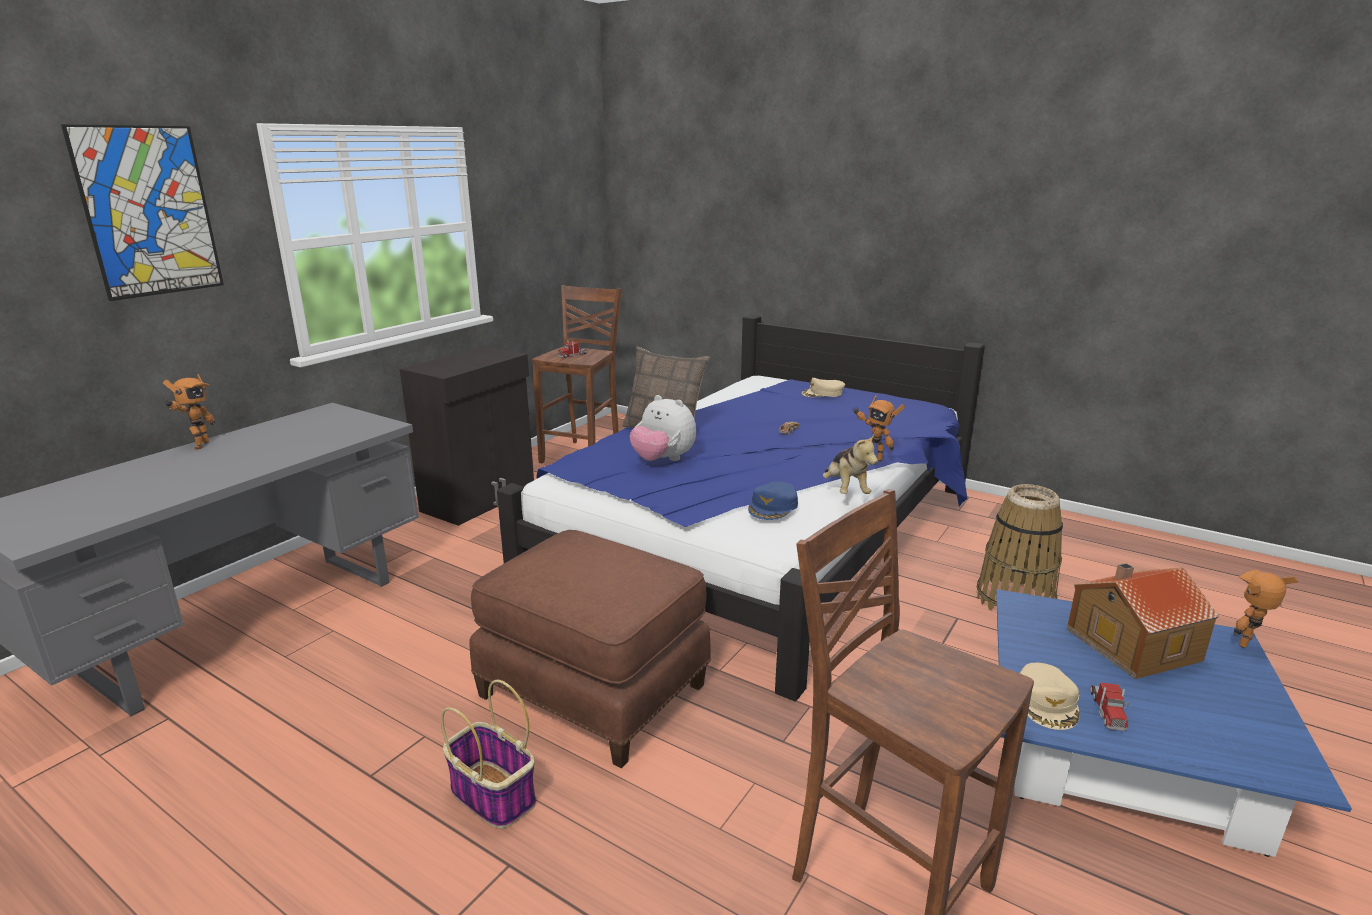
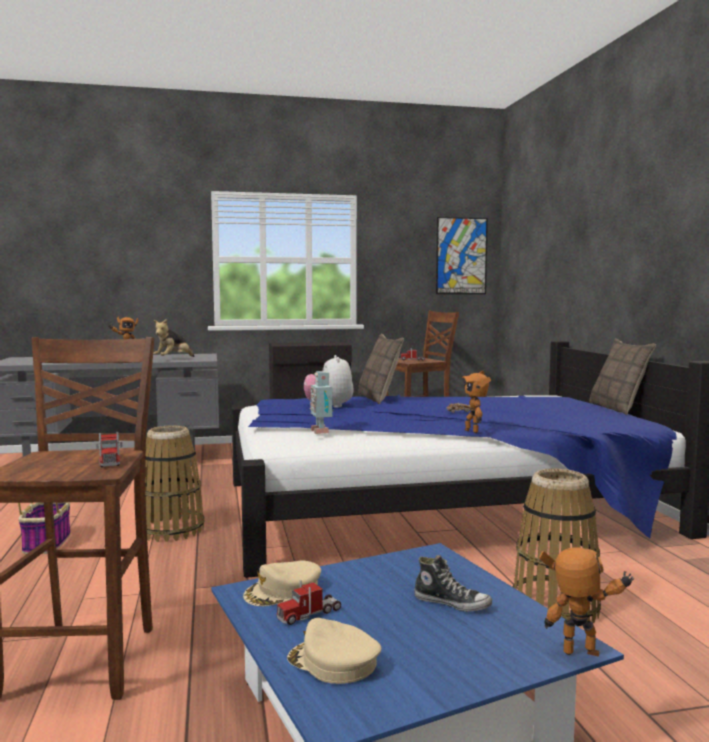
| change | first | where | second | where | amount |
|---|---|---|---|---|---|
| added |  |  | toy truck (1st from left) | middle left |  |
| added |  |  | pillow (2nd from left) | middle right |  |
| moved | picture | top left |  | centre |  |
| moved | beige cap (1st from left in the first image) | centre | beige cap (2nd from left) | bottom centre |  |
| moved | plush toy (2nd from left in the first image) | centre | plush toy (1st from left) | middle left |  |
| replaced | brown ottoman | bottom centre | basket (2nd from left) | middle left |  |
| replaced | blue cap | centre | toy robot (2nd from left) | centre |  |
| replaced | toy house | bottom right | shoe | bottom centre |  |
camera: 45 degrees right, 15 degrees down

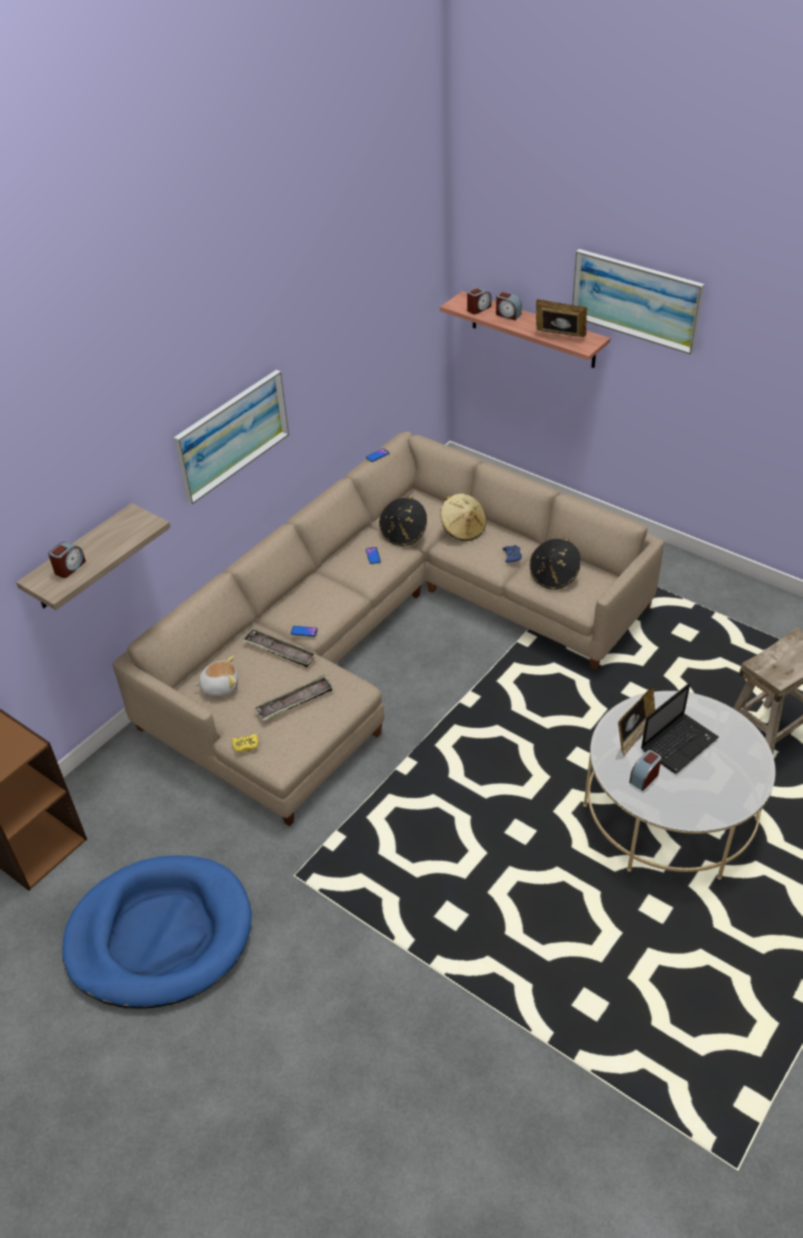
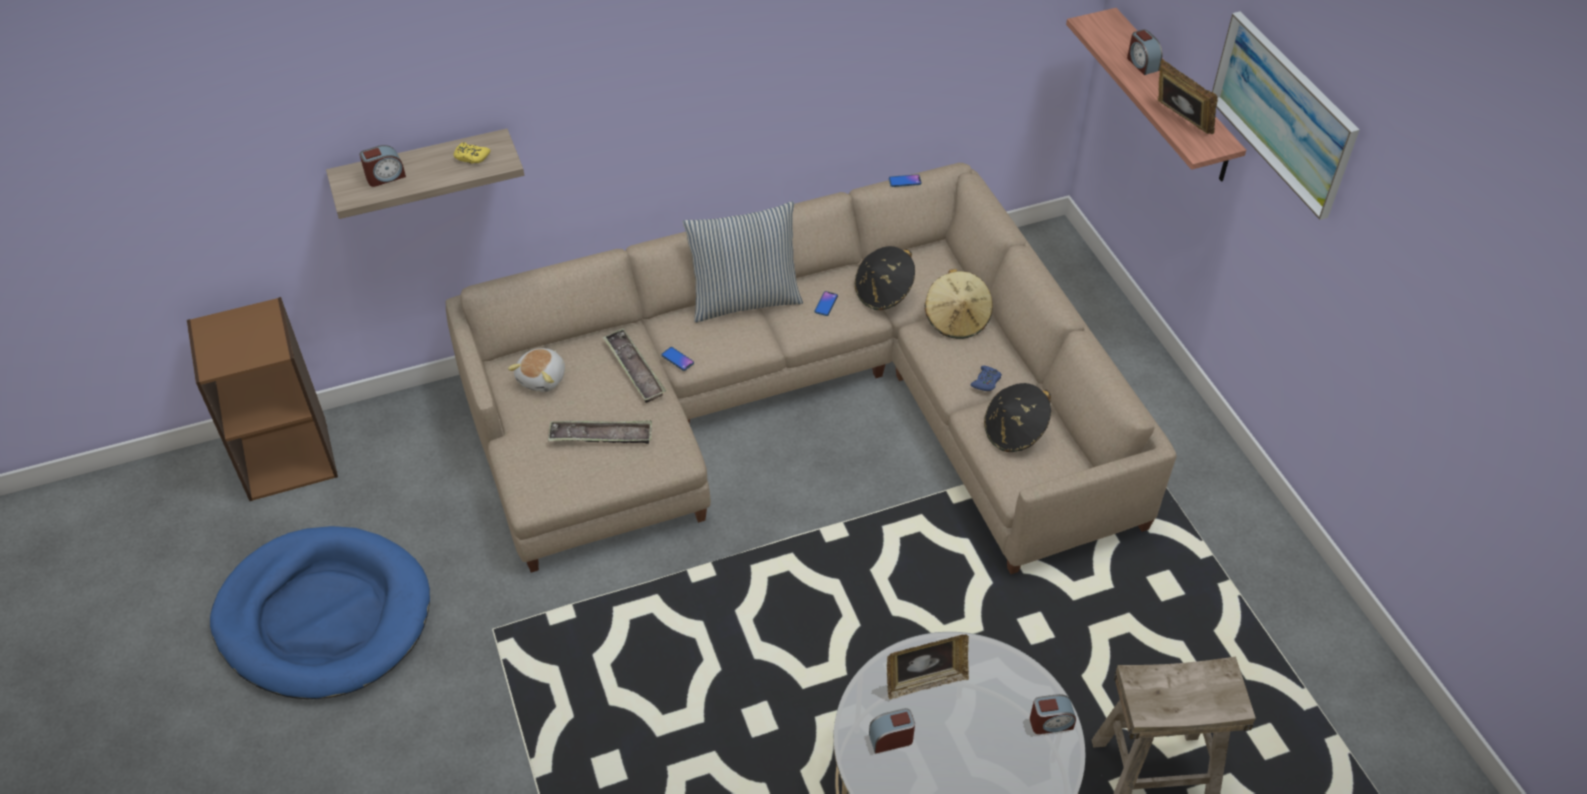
| change | first | where | second | where | amount |
|---|---|---|---|---|---|
| removed | picture (1st from left) | middle left |  |  |  |
| removed | laptop | middle right |  |  |  |
| added |  |  | pillow | top centre |  |
| moved | yellow game controller | middle left |  | top left |  |
| moved | alarm clock (2nd from left in the first image) | top centre | alarm clock (3rd from left) | bottom centre |  |
| turned | plush toy | middle left |  | centre | 90 degrees clockwise |
camera: 30 degrees right, 5 degrees up

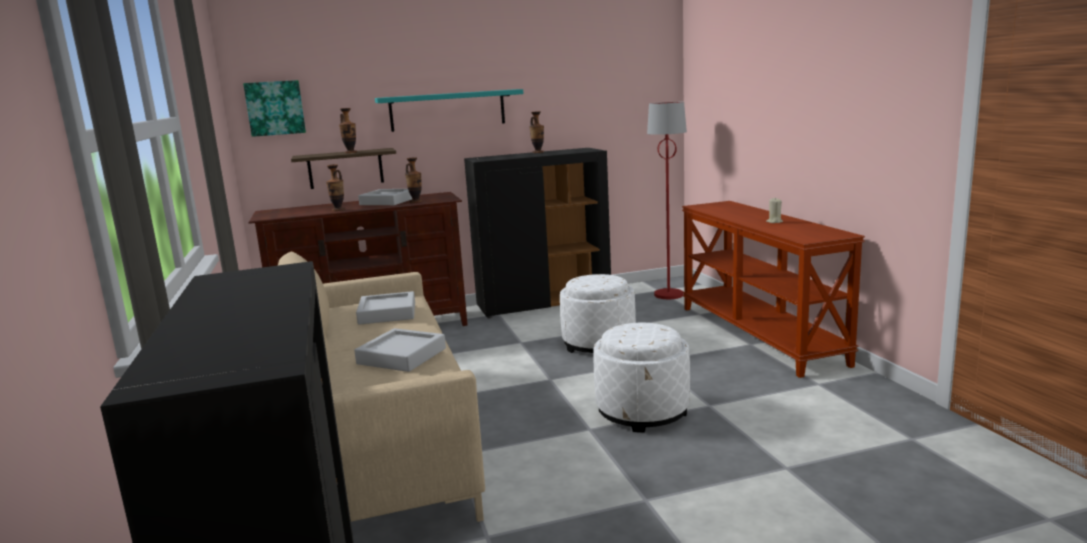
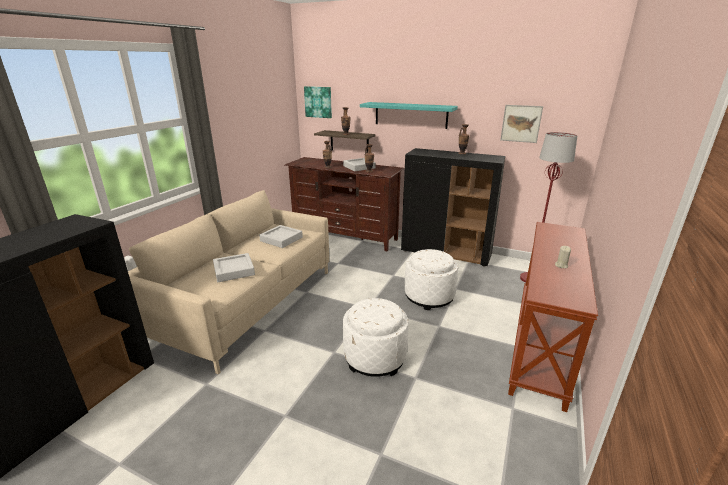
| change | first | where | second | where | amount |
|---|---|---|---|---|---|
| added |  |  | picture (2nd from left) | top right |  |
camera: 40 degrees right, 10 degrees up

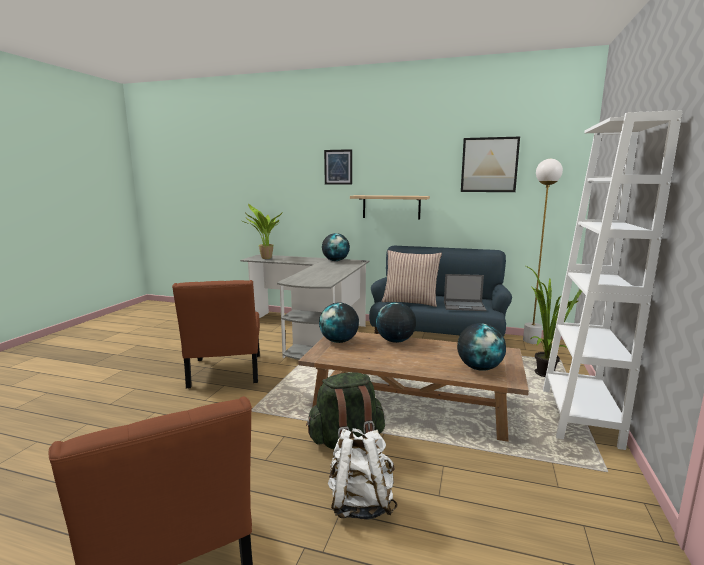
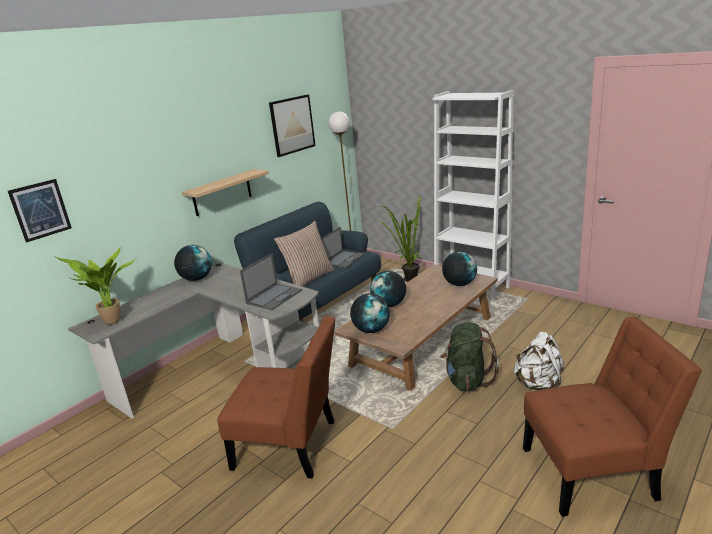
| change | first | where | second | where | amount |
|---|---|---|---|---|---|
| added |  |  | laptop (1st from left) | centre |  |
| moved | picture (1st from left) | top centre |  | middle left |  |
camera: 65 degrees left, 10 degrees up

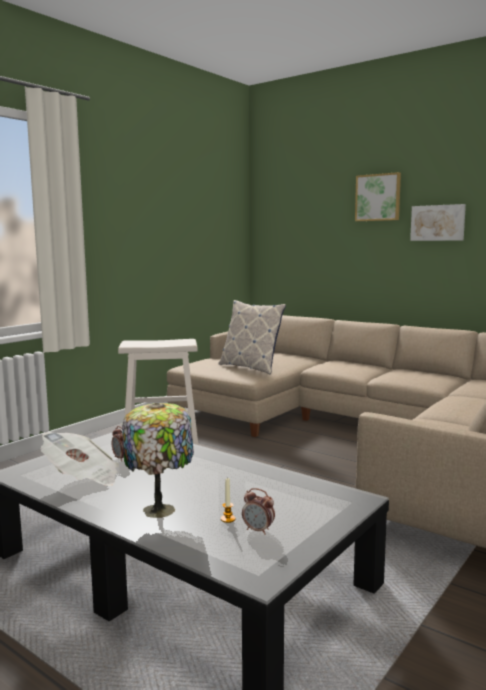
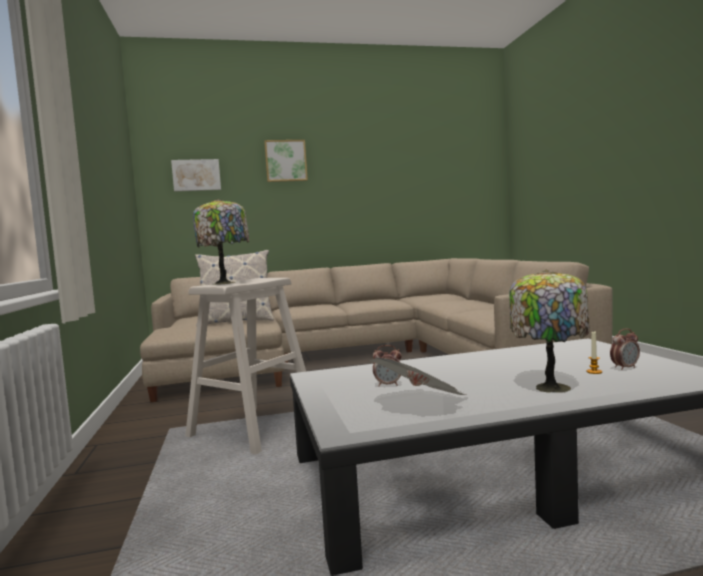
| change | first | where | second | where | amount |
|---|---|---|---|---|---|
| added |  |  | table lamp (1st from left) | middle left |  |
| moved | picture (2nd from left in the first image) | top right | picture (1st from left) | top left |  |
camera: 50 degrees left, 5 degrees down

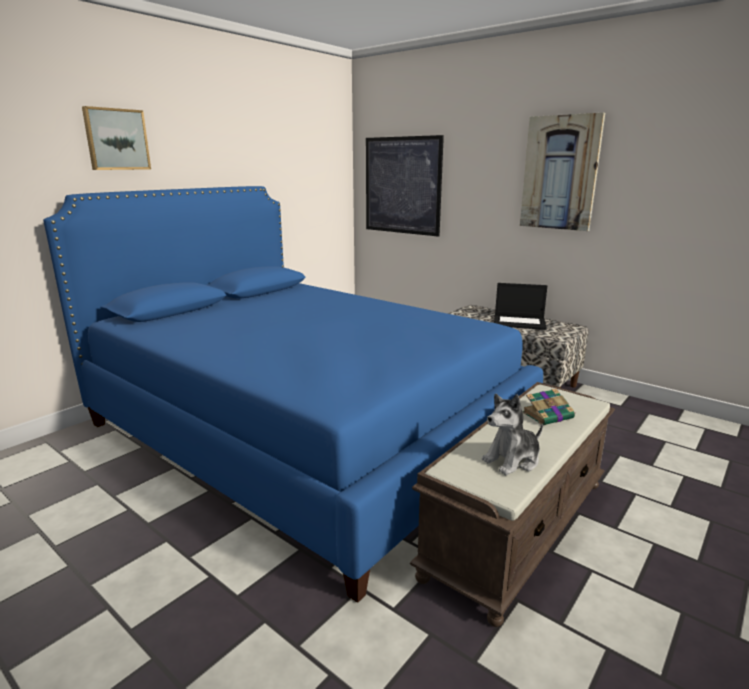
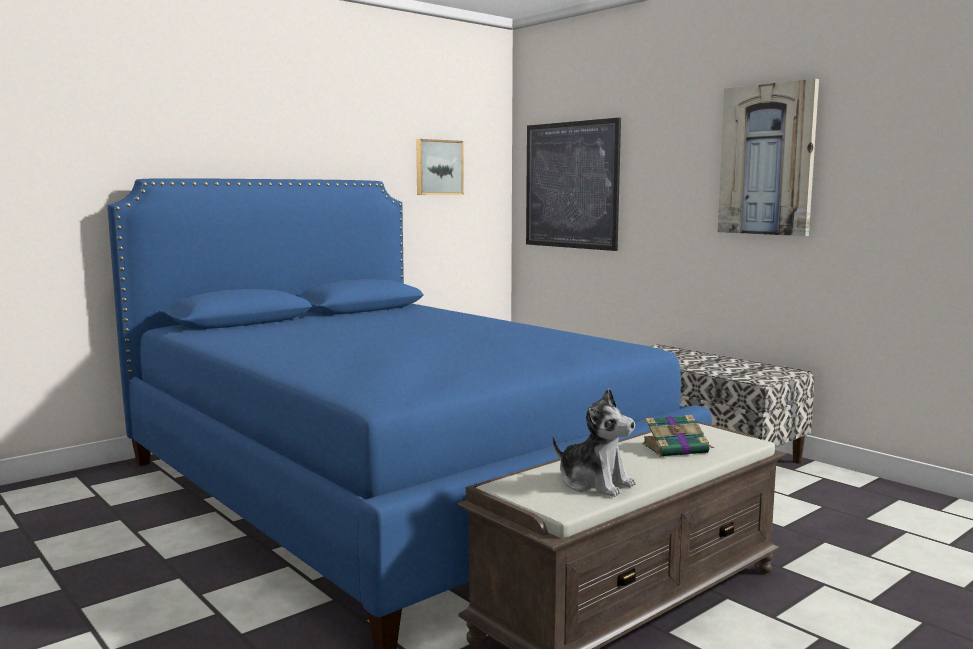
| change | first | where | second | where | amount |
|---|---|---|---|---|---|
| removed | laptop | middle right |  |  |  |
| moved | picture (1st from left) | top left |  | top centre |  |
| turned | plush toy | middle right |  | bottom centre | 120 degrees counterclockwise |
camera: 10 degrees right, 10 degrees down

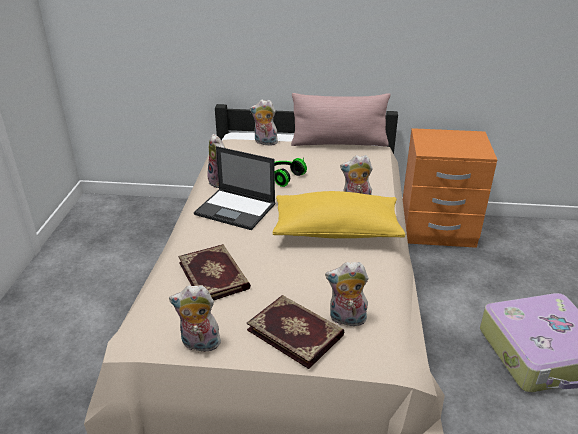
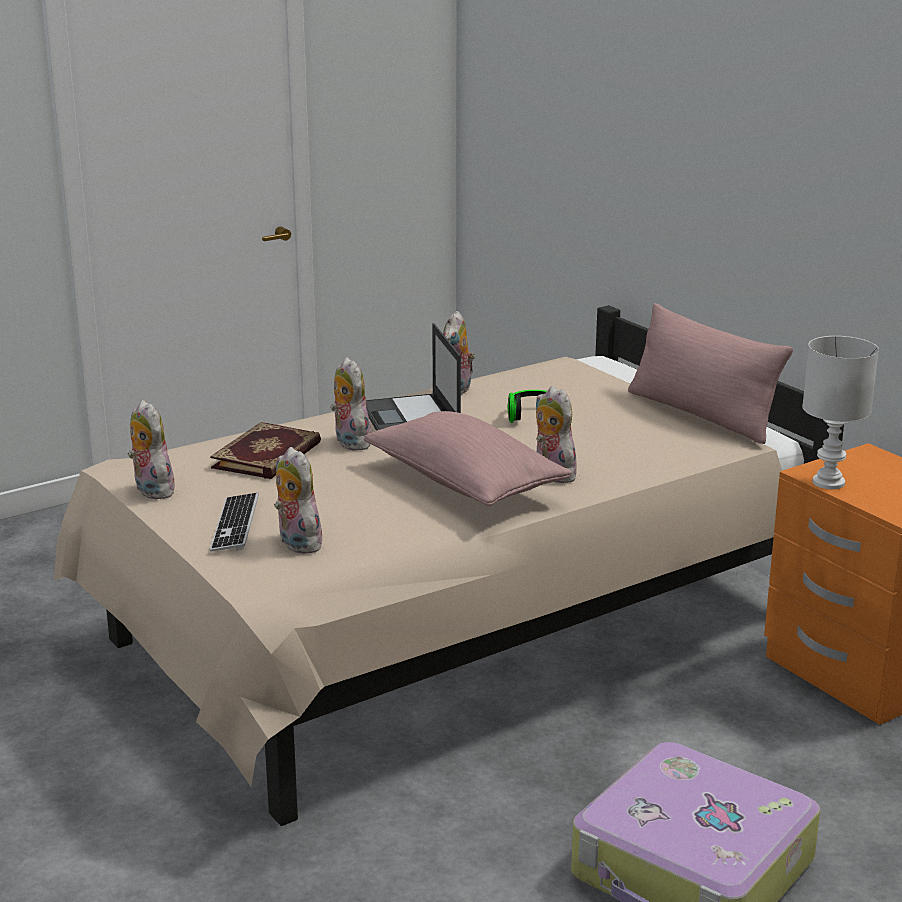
| change | first | where | second | where | amount |
|---|---|---|---|---|---|
| added |  |  | white table lamp | middle right |  |
| moved | plush toy (3rd from left) | top centre |  | centre |  |
| replaced | book (2nd from left) | bottom centre | keyboard | middle left |  |
| recoloured | yellow pillow | centre | pink pillow (1st from left) | centre |  |
camera: 50 degrees right, 10 degrees down

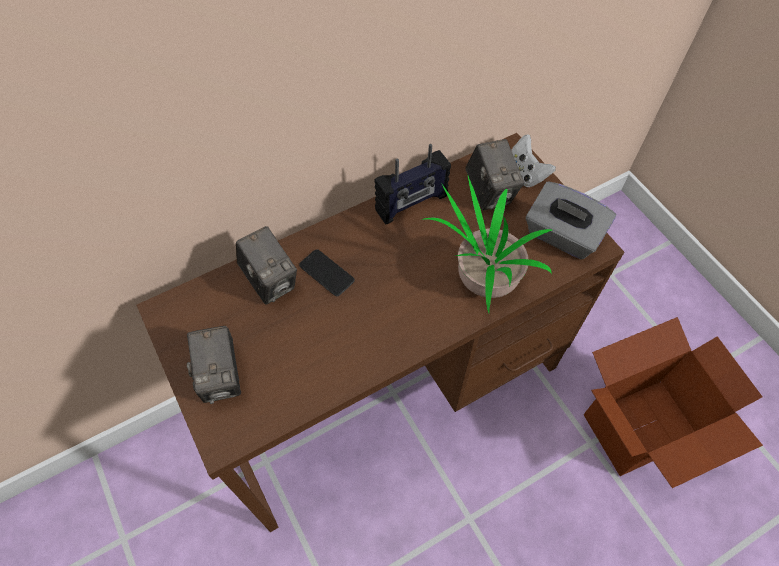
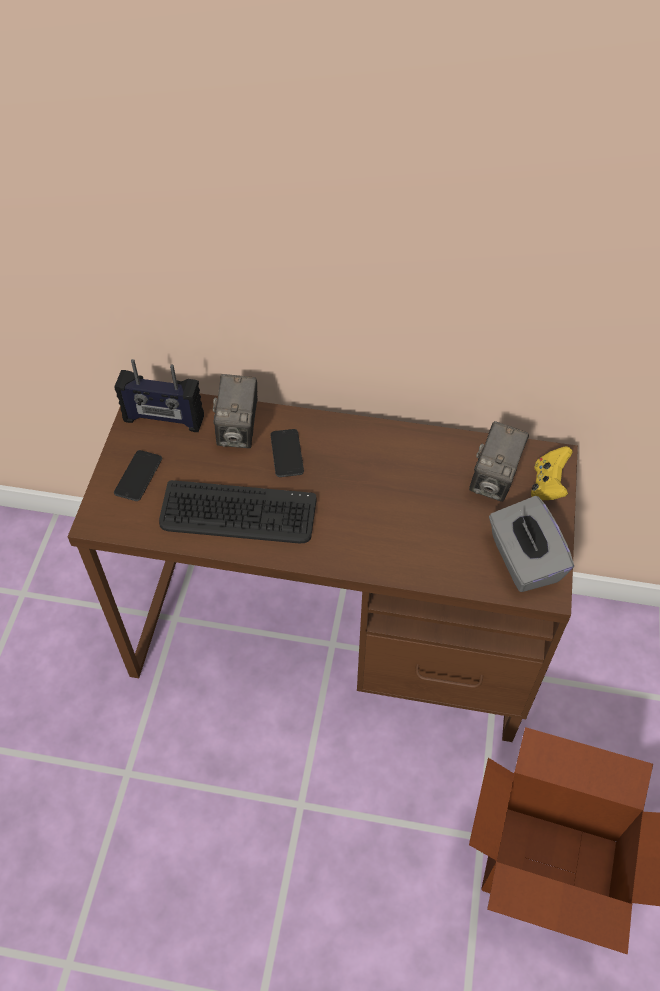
| change | first | where | second | where | amount |
|---|---|---|---|---|---|
| removed | potted plant | centre |  |  |  |
| added |  |  | keyboard | centre |  |
| moved | radio | top centre |  | middle left |  |
| replaced | photo camera (1st from left) | middle left | phone (1st from left) | middle left |  |
| recoloured | white game controller | top right | yellow game controller | middle right |  |
camera: 40 degrees right, 5 degrees down

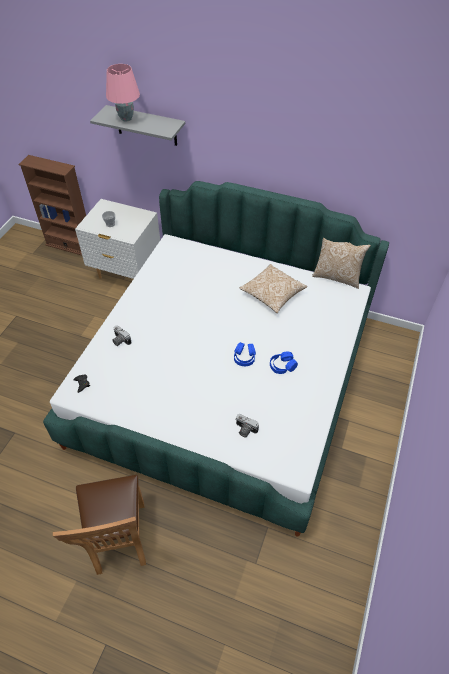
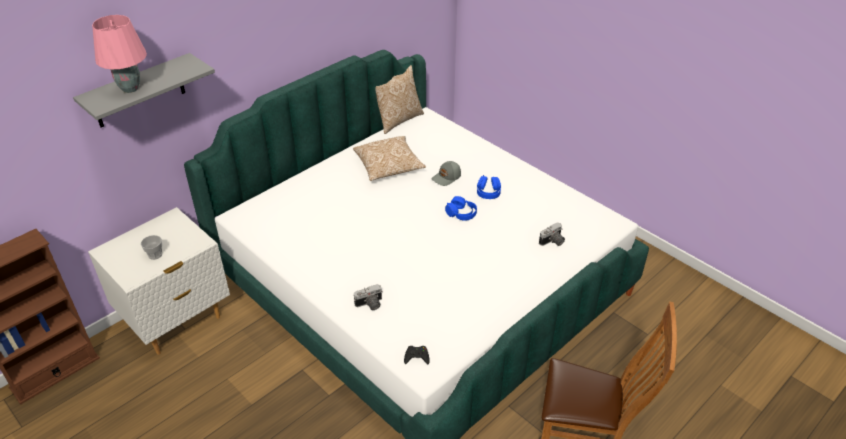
| change | first | where | second | where | amount |
|---|---|---|---|---|---|
| added |  |  | grey cap | centre |  |
camera: 65 degrees left, 10 degrees down

